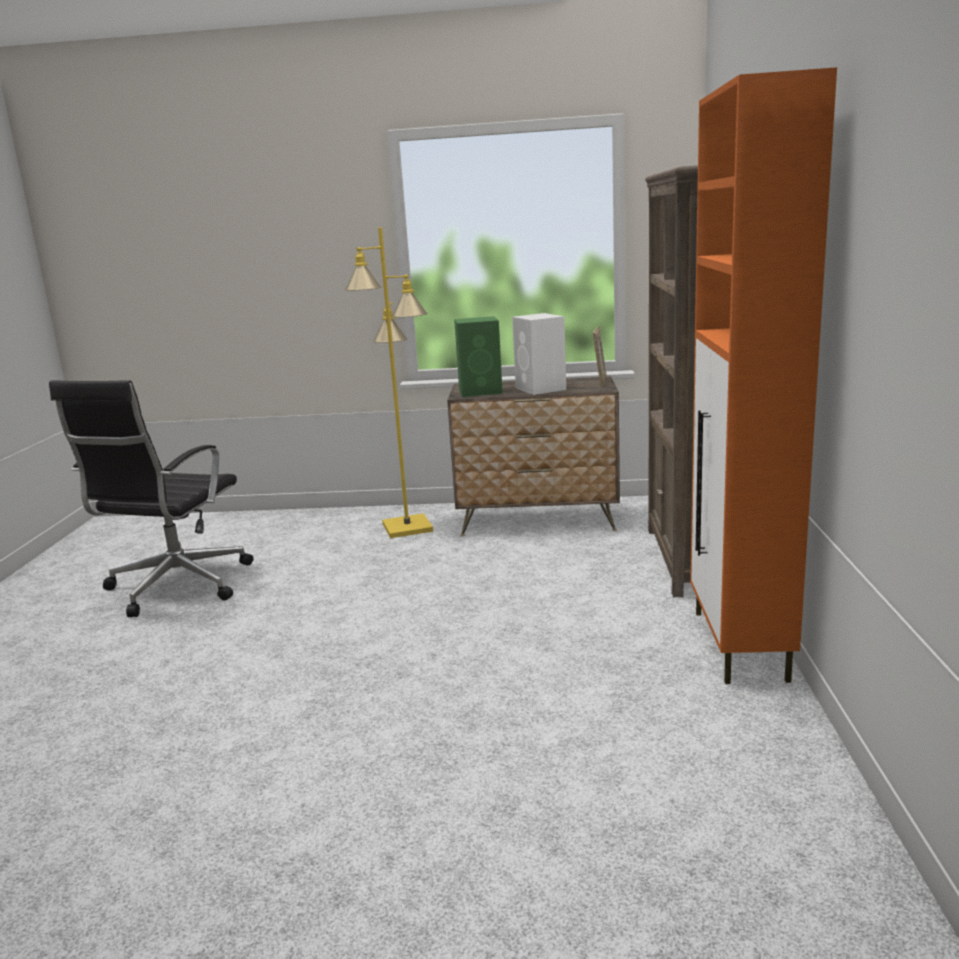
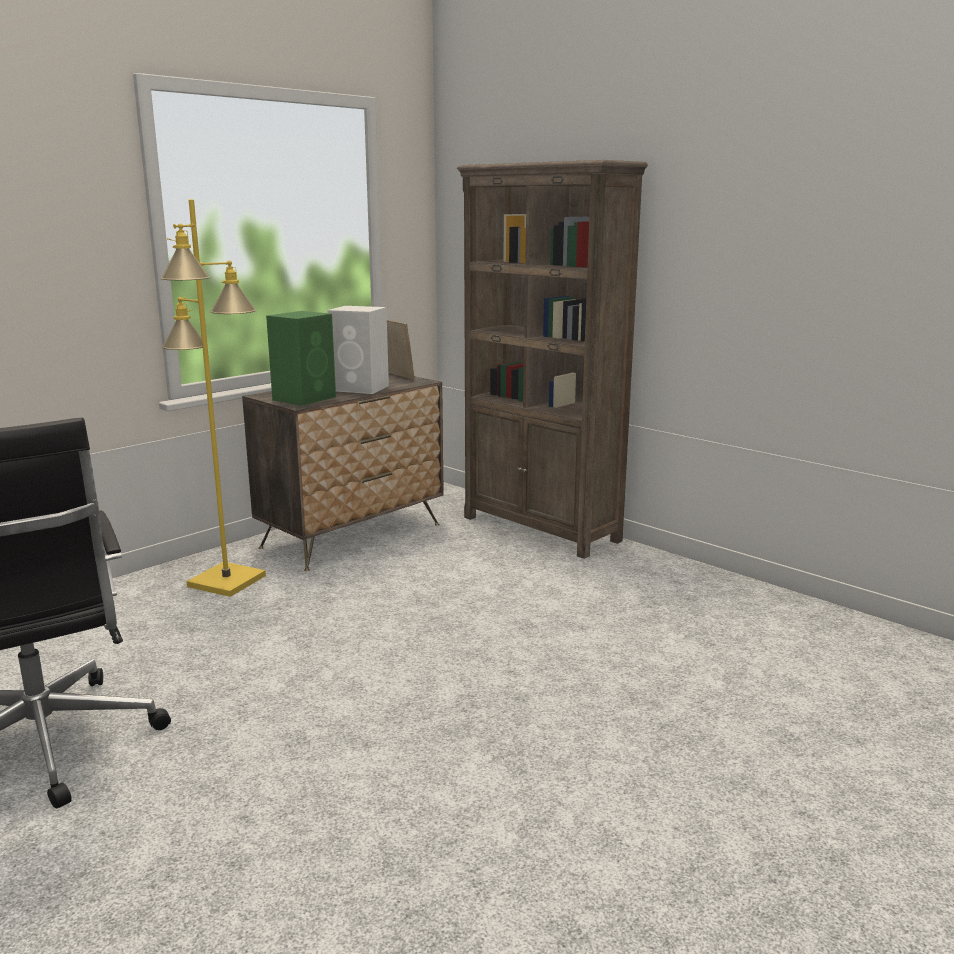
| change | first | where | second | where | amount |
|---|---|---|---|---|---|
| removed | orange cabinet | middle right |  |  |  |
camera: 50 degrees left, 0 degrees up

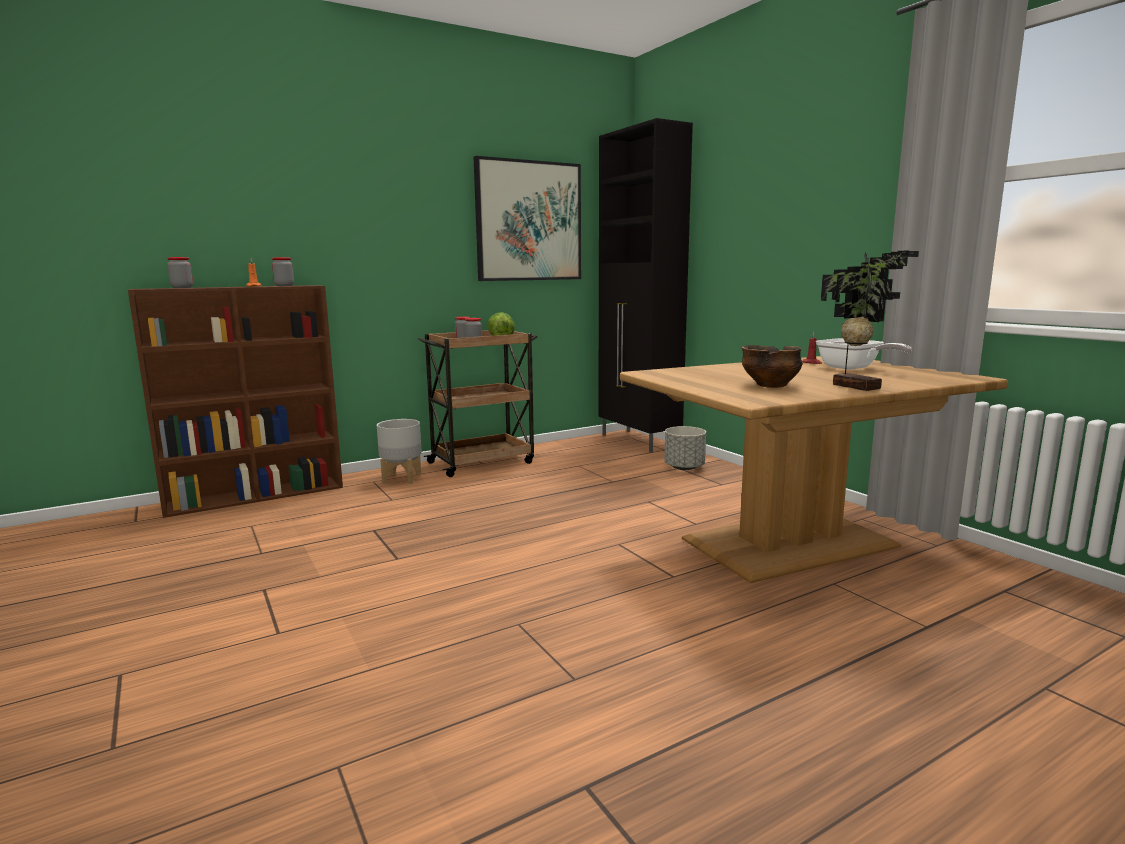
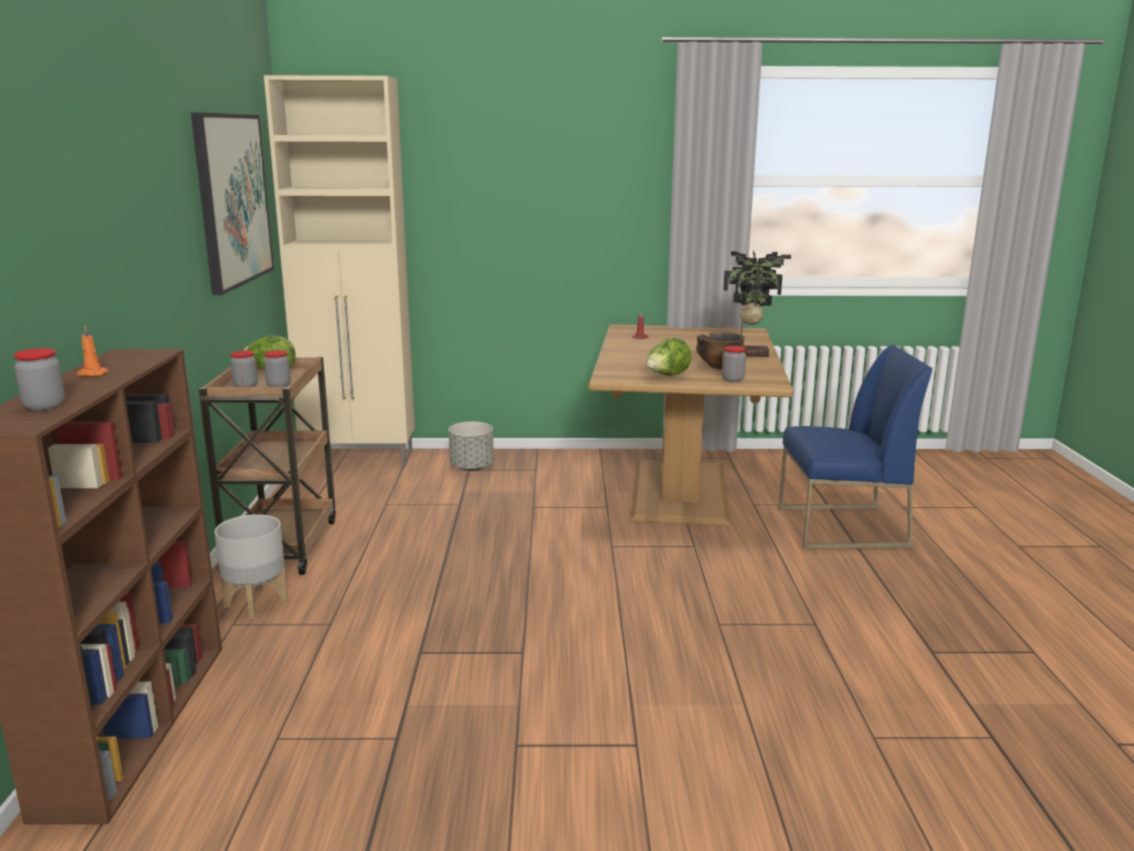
| change | first | where | second | where | amount |
|---|---|---|---|---|---|
| removed | frying pan | middle right |  |  |  |
| added |  |  | lettuce (2nd from left) | centre |  |
| added |  |  | blue chair | middle right |  |
| moved | jar (2nd from left in the first image) | top left | jar (4th from left) | centre |  |
| recoloured | black cabinet | centre | beige cabinet | top left |  |
camera: 60 degrees left, 5 degrees up

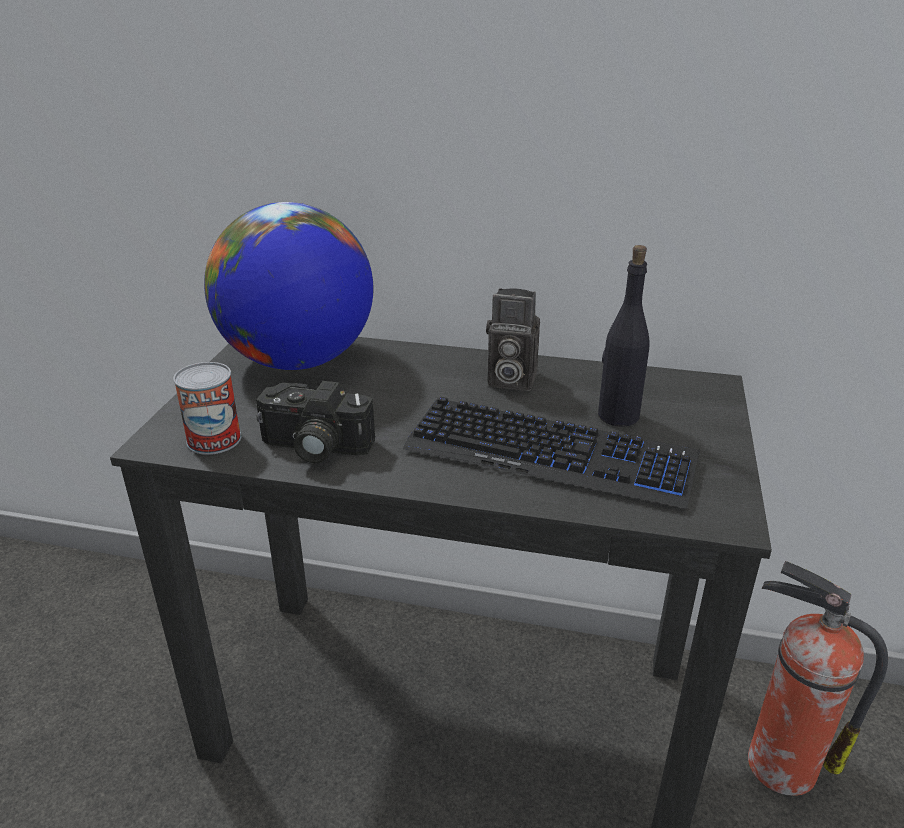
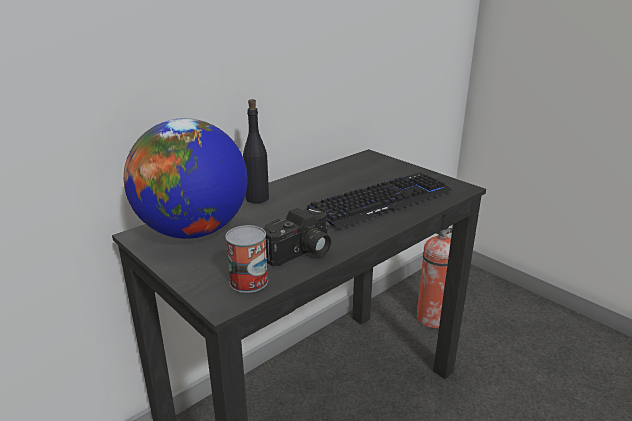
| change | first | where | second | where | amount |
|---|---|---|---|---|---|
| removed | photo camera (2nd from left) | centre |  |  |  |
| moved | black bottle | middle right |  | centre |  |
camera: 55 degrees left, 5 degrees down

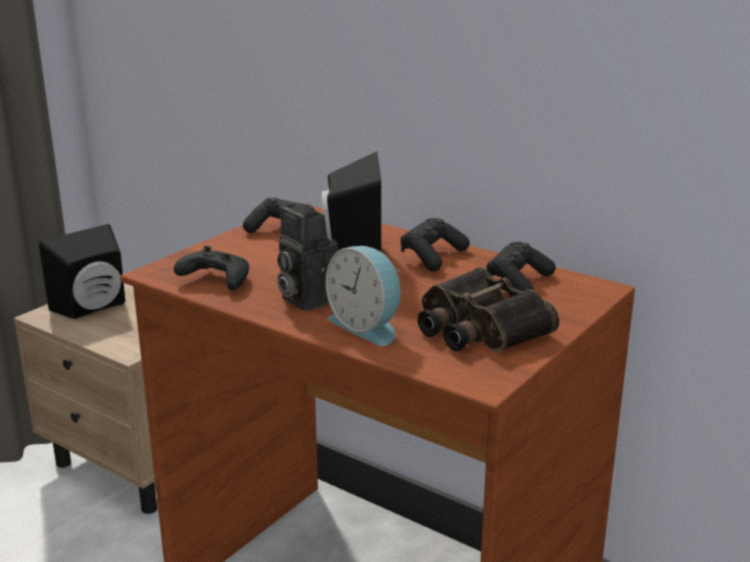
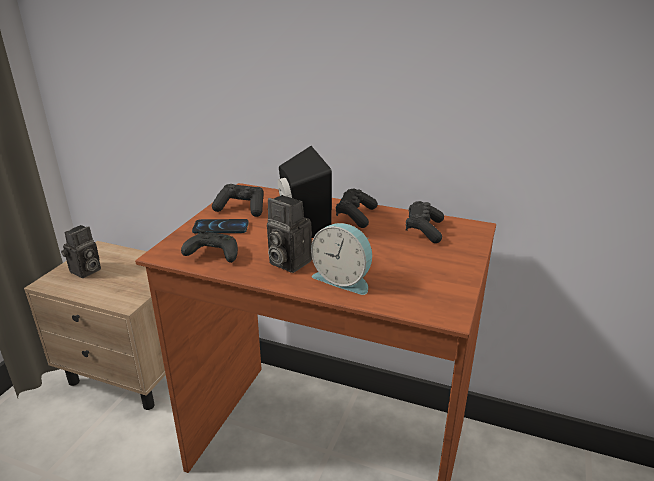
| change | first | where | second | where | amount |
|---|---|---|---|---|---|
| removed | binoculars | centre |  |  |  |
| added |  |  | phone | centre |  |
| replaced | black speaker (1st from left) | middle left | photo camera (1st from left) | middle left |  |
camera: 15 degrees left, 5 degrees up

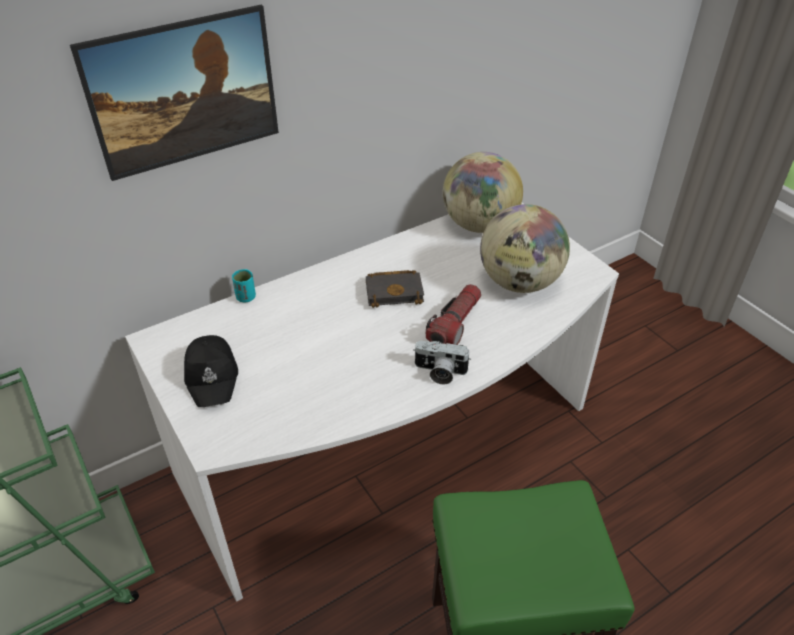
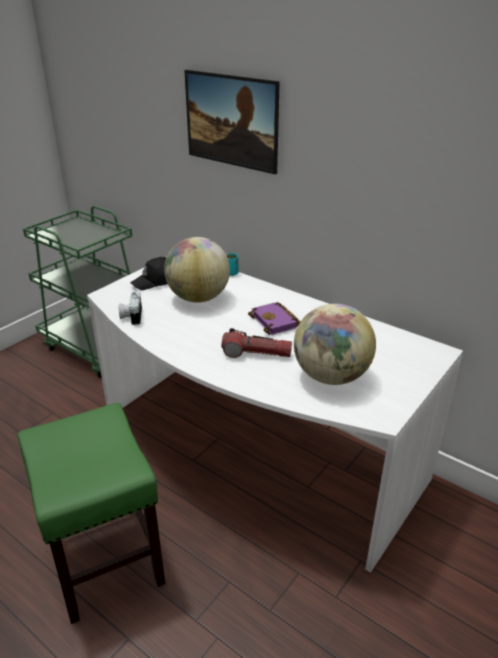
| change | first | where | second | where | amount |
|---|---|---|---|---|---|
| moved | photo camera | centre |  | middle left |  |
| moved | globe (1st from left) | top centre |  | centre |  |
| recoloured | black book | centre | purple book | centre |  |
camera: 70 degrees right, 10 degrees down

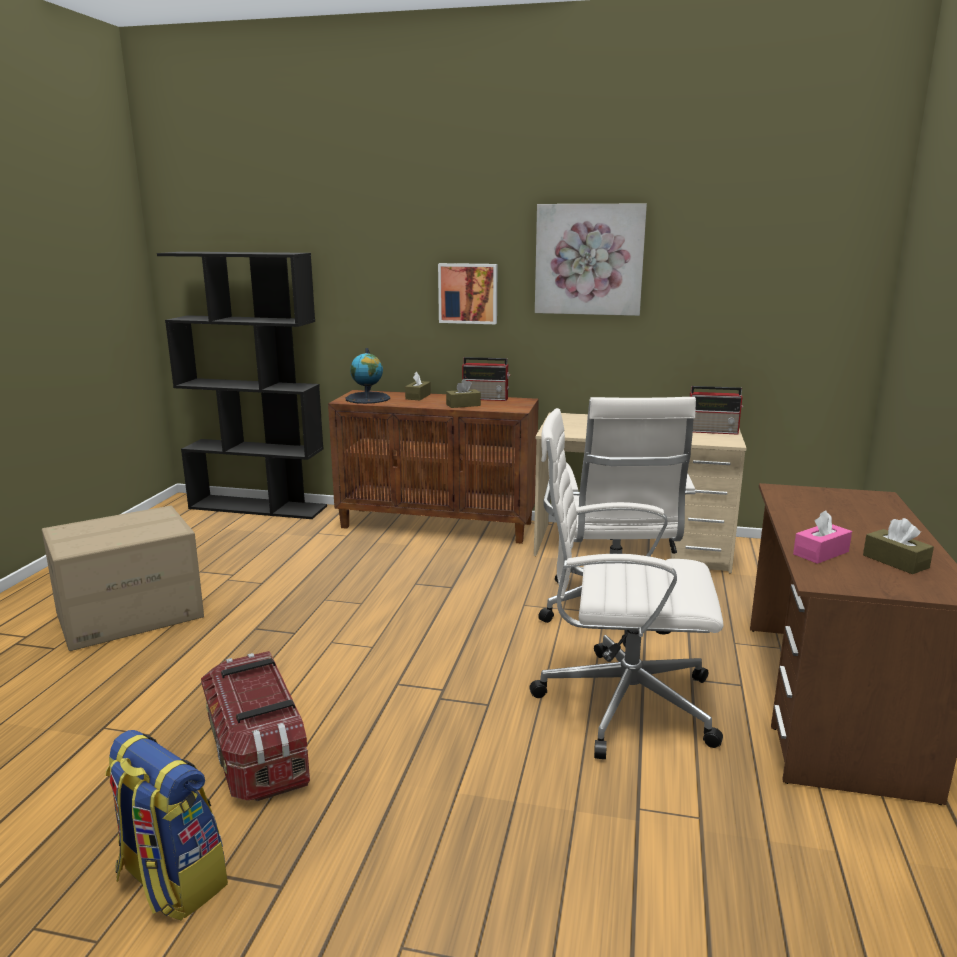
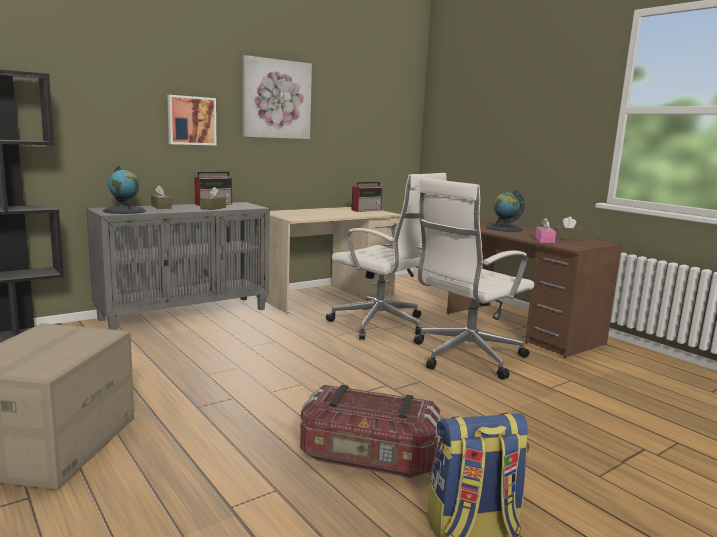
| change | first | where | second | where | amount |
|---|---|---|---|---|---|
| added |  |  | globe (2nd from left) | middle right |  |
| recoloured | brown cabinet | centre | grey cabinet | middle left |  |
camera: 50 degrees left, 5 degrees down

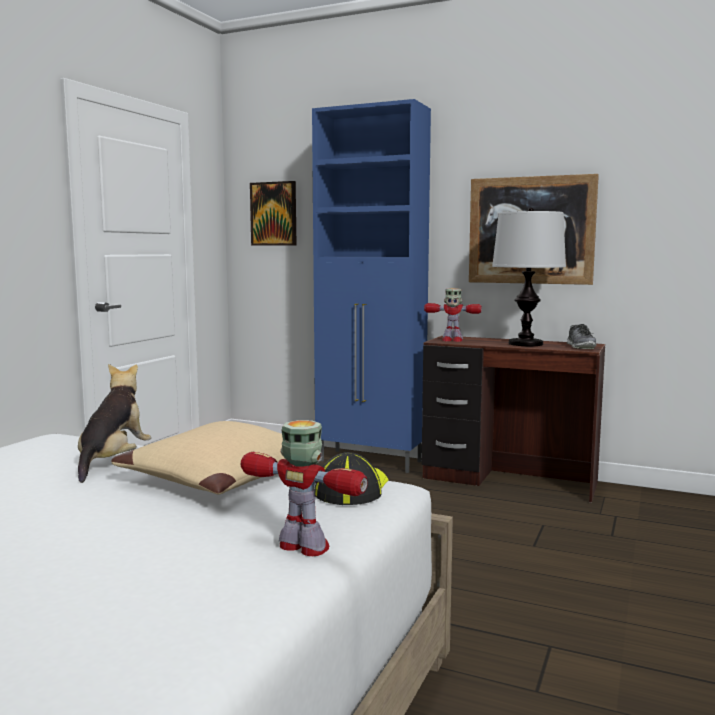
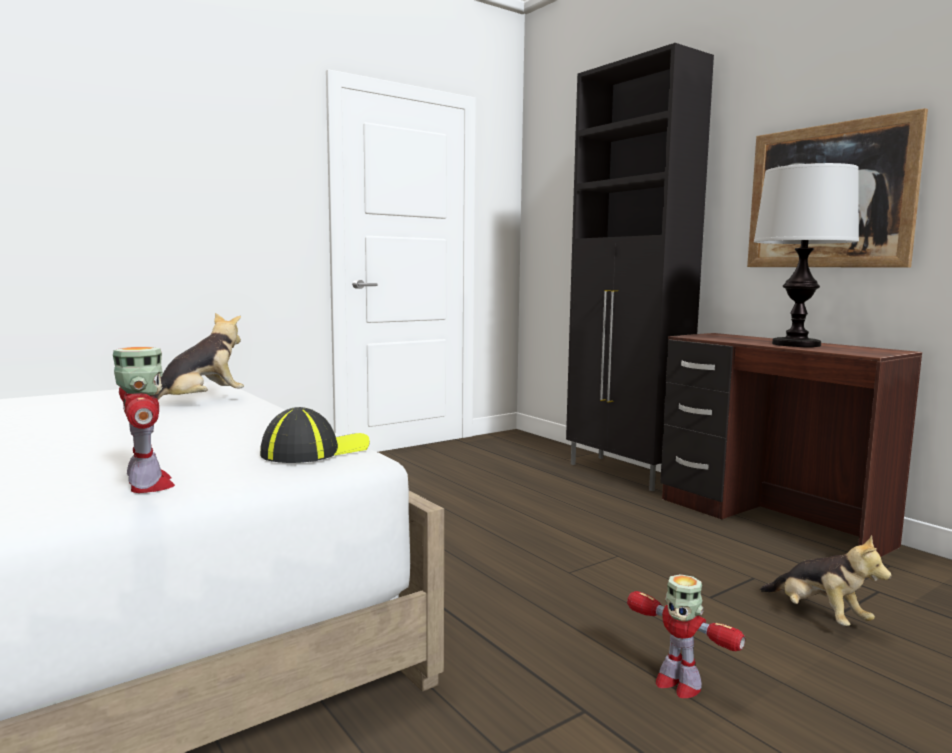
| change | first | where | second | where | amount |
|---|---|---|---|---|---|
| removed | beige pillow | middle left |  |  |  |
| removed | picture (1st from left) | top centre |  |  |  |
| removed | shoe | middle right |  |  |  |
| added |  |  | plush toy (2nd from left) | bottom right |  |
| moved | toy robot (2nd from left) | centre |  | bottom right |  |
| recoloured | blue cabinet | centre | black cabinet | middle right |  |
camera: 30 degrees right, 0 degrees up

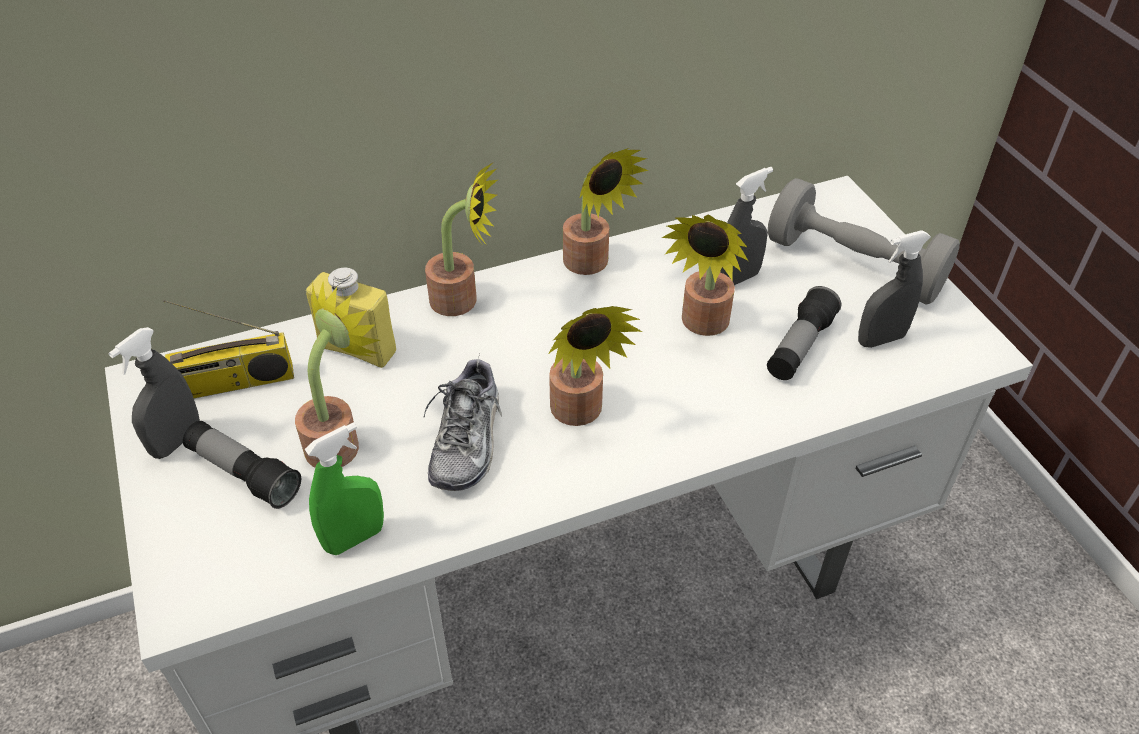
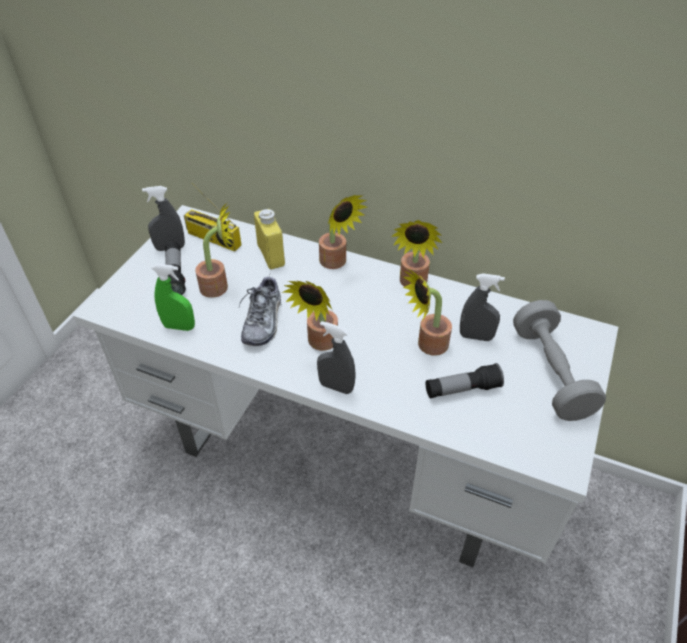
| change | first | where | second | where | amount |
|---|---|---|---|---|---|
| moved | grey spray bottle (3rd from left in the first image) | middle right | grey spray bottle (2nd from left) | centre |  |
| turned | shoe | centre |  | centre | 45 degrees counterclockwise |
camera: 45 degrees right, 0 degrees up

